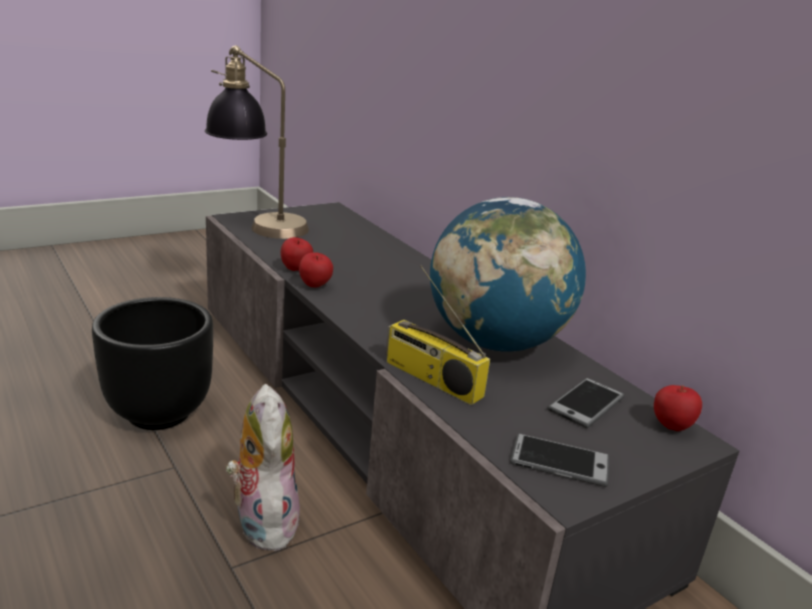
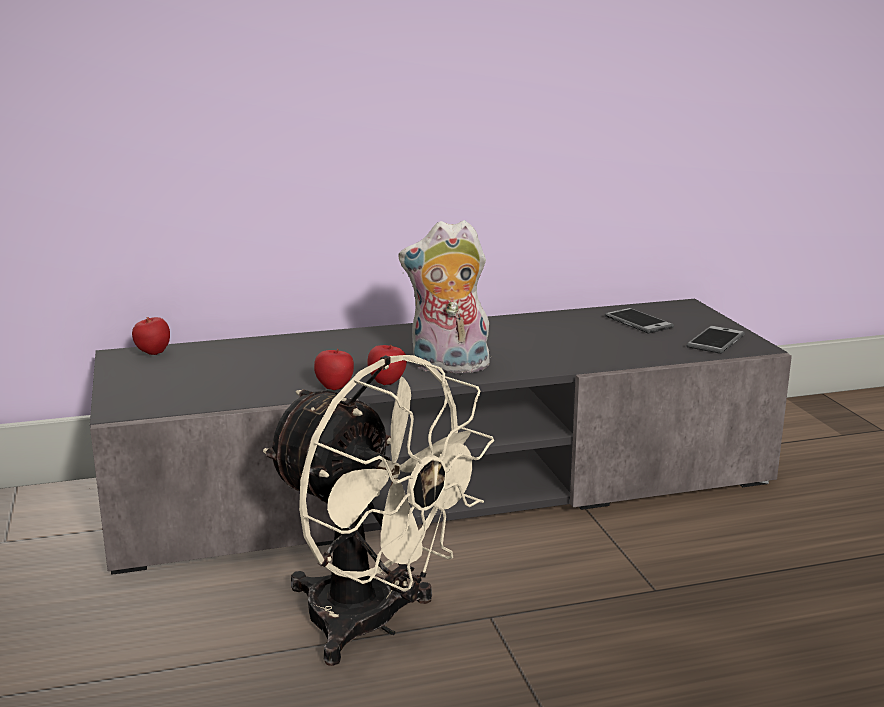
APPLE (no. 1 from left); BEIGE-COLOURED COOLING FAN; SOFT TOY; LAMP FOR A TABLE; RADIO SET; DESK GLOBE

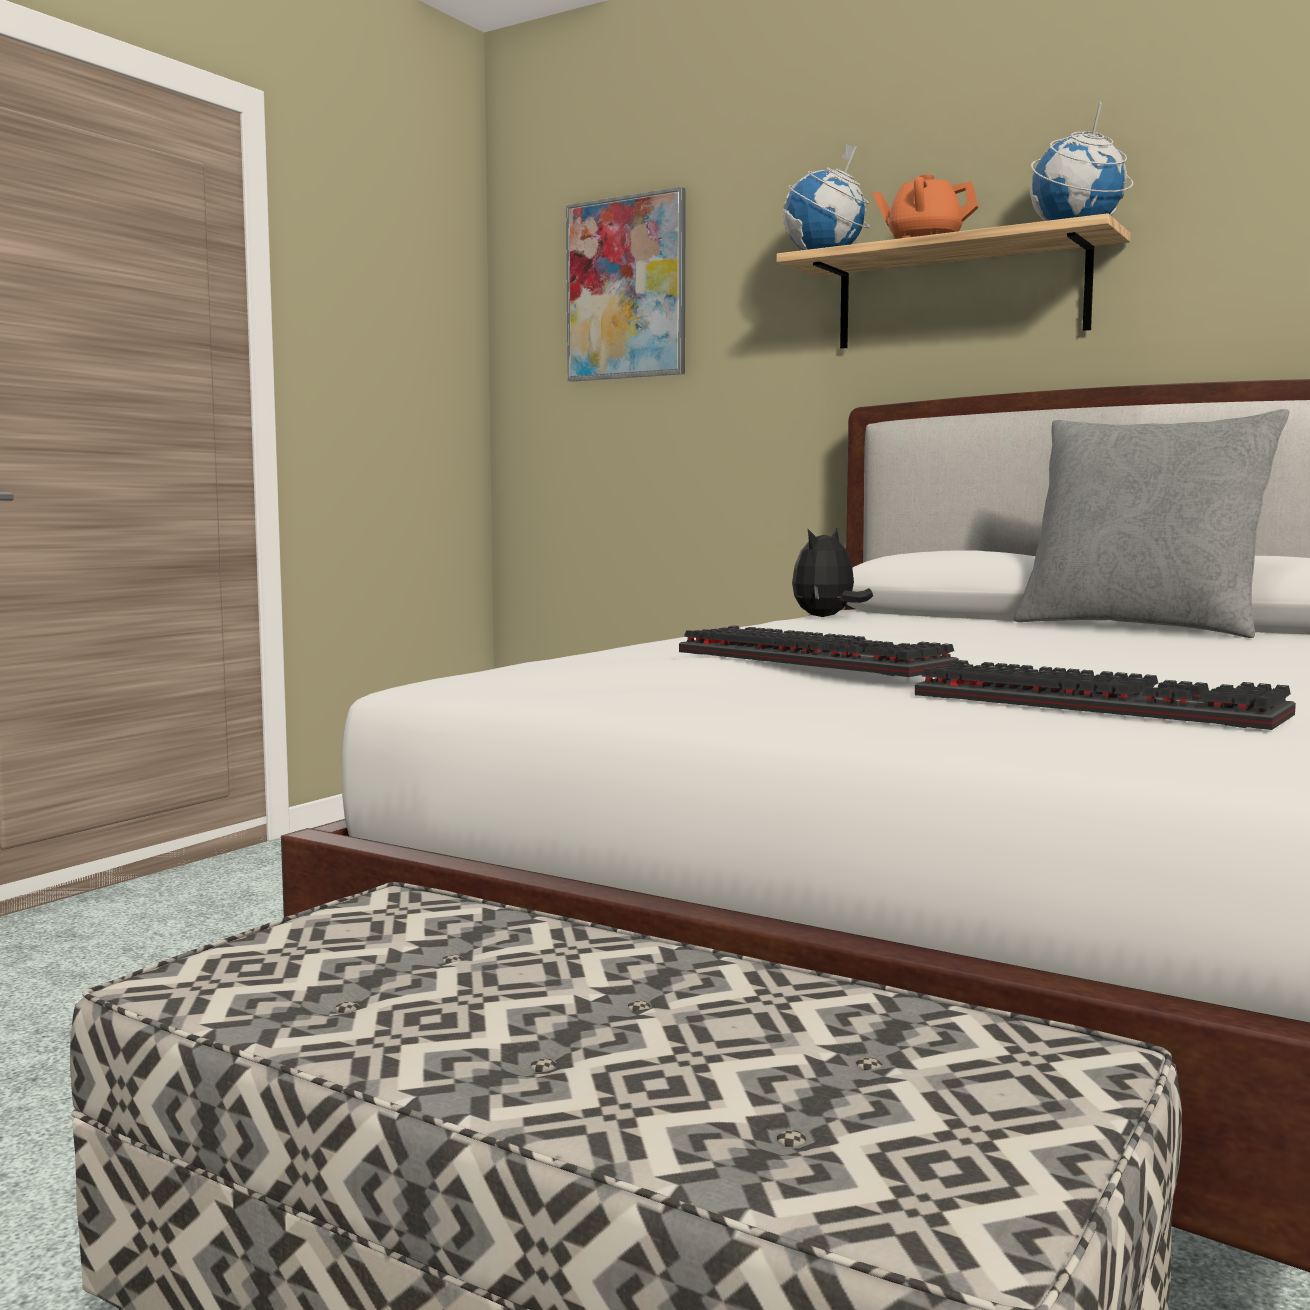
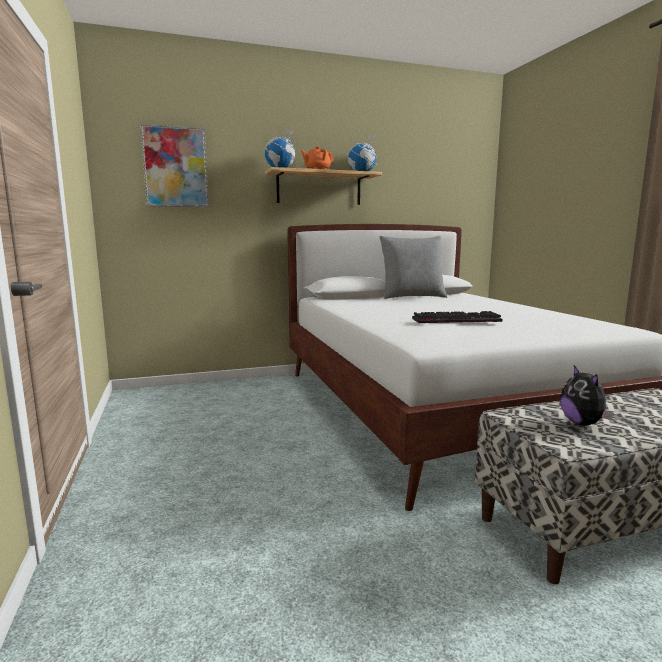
SOFT TOY; COMPUTER KEYBOARD (no. 2 from left in the first image)

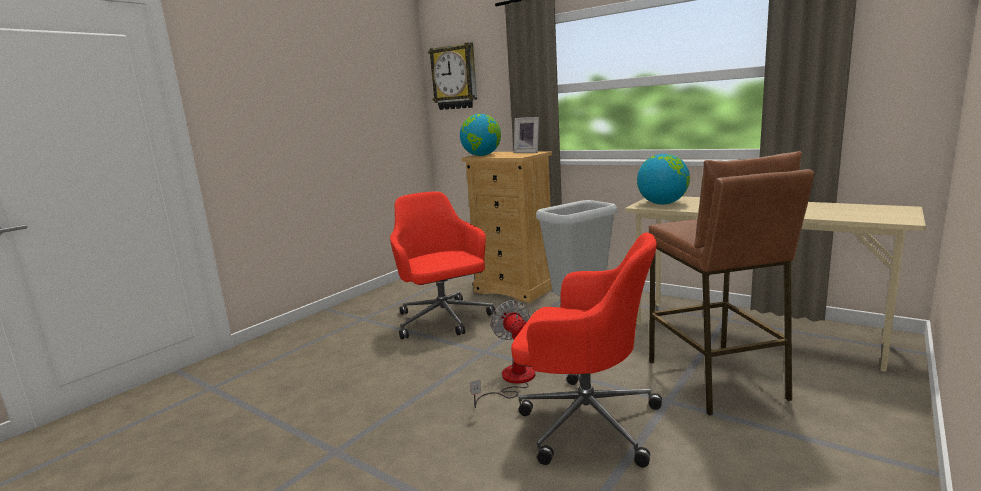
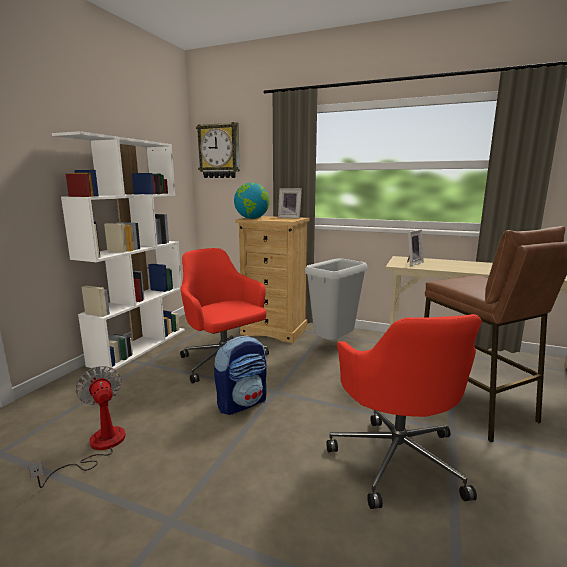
COOLING FAN; WHITE SHELVING UNIT; BACKPACK; REDDISH DESK CHAIR (no. 2 from left); PHOTO FRAME (no. 2 from left)

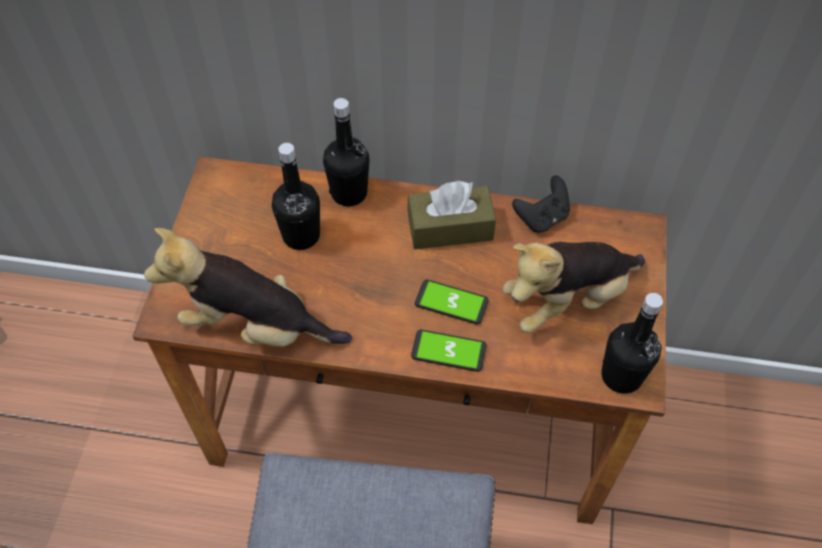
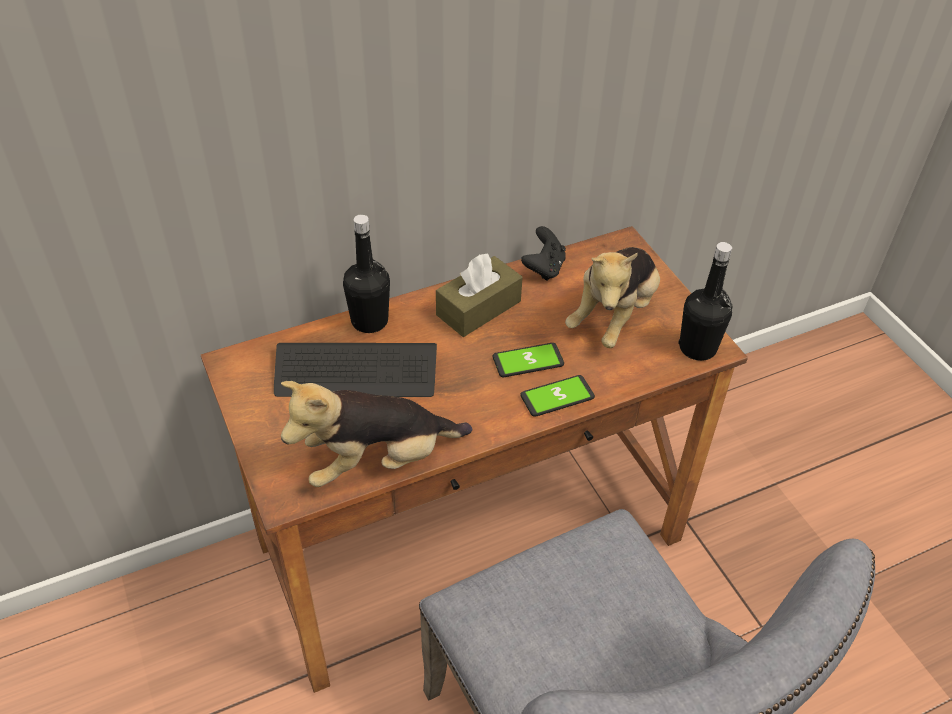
COMPUTER KEYBOARD

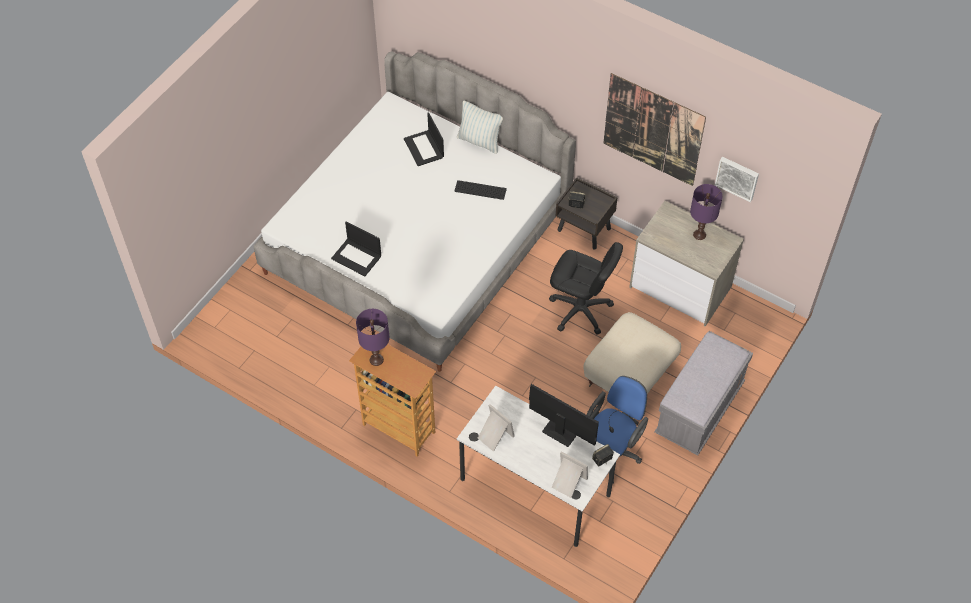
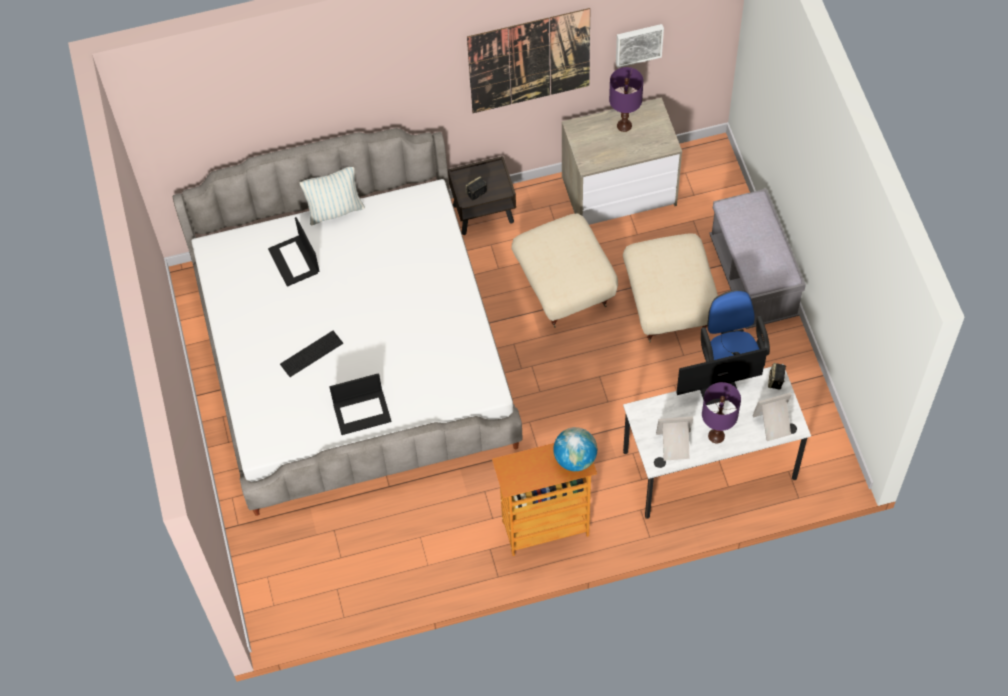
PORTABLE COMPUTER (no. 1 from left); COMPUTER KEYBOARD; BEIGE-COLOURED FOOTREST (no. 1 from left); DESK GLOBE; PURPLE-COLOURED LAMP FOR A TABLE (no. 2 from left)

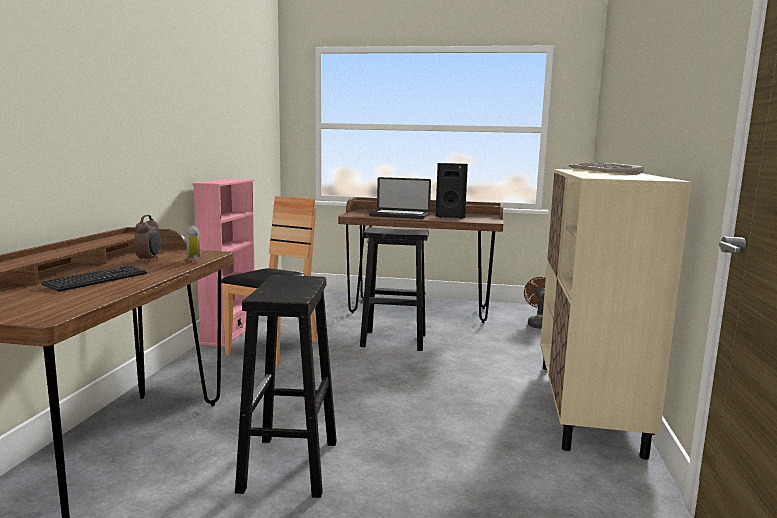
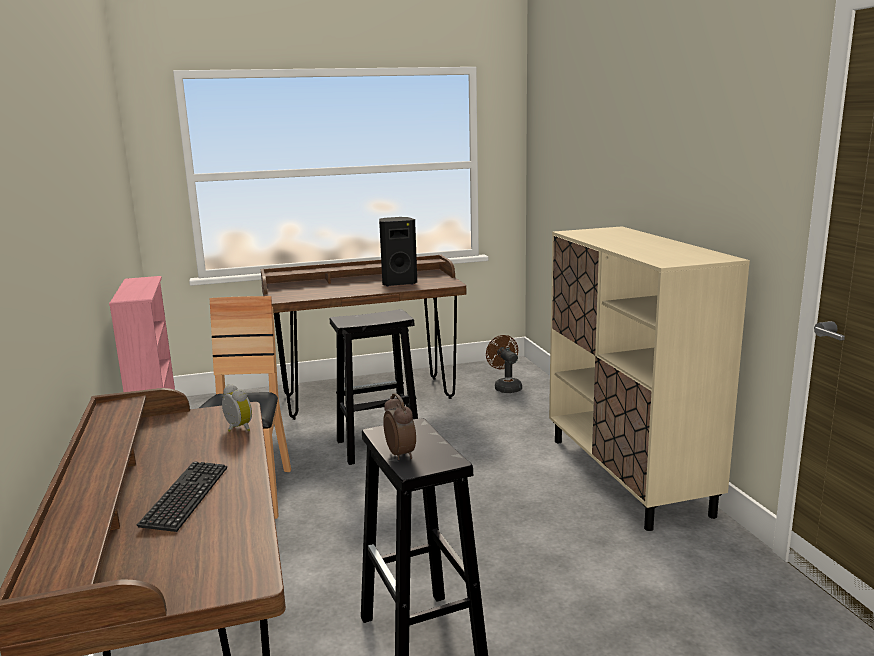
BEDSIDE CLOCK (no. 2 from left); PORTABLE COMPUTER; COMPUTER KEYBOARD (no. 2 from left in the first image)

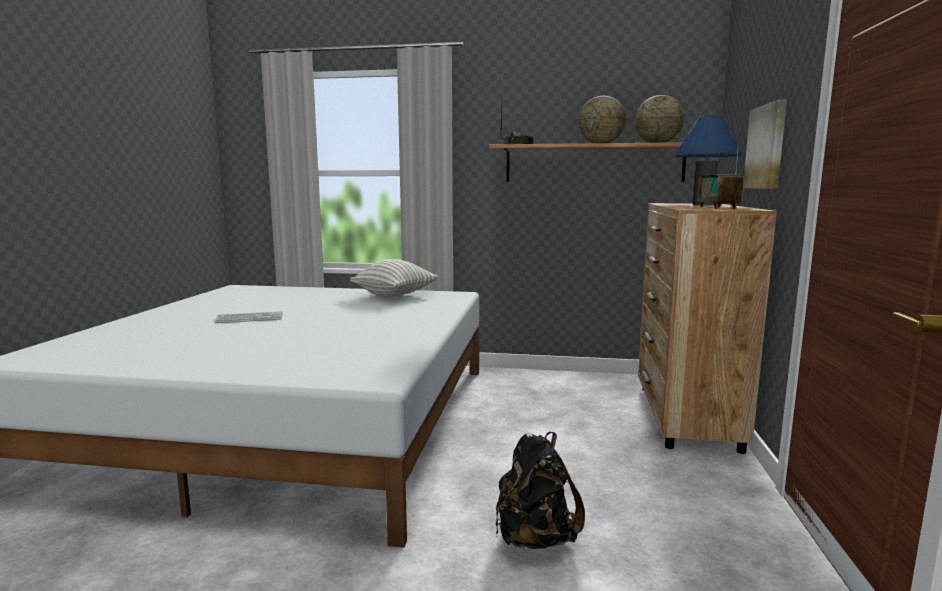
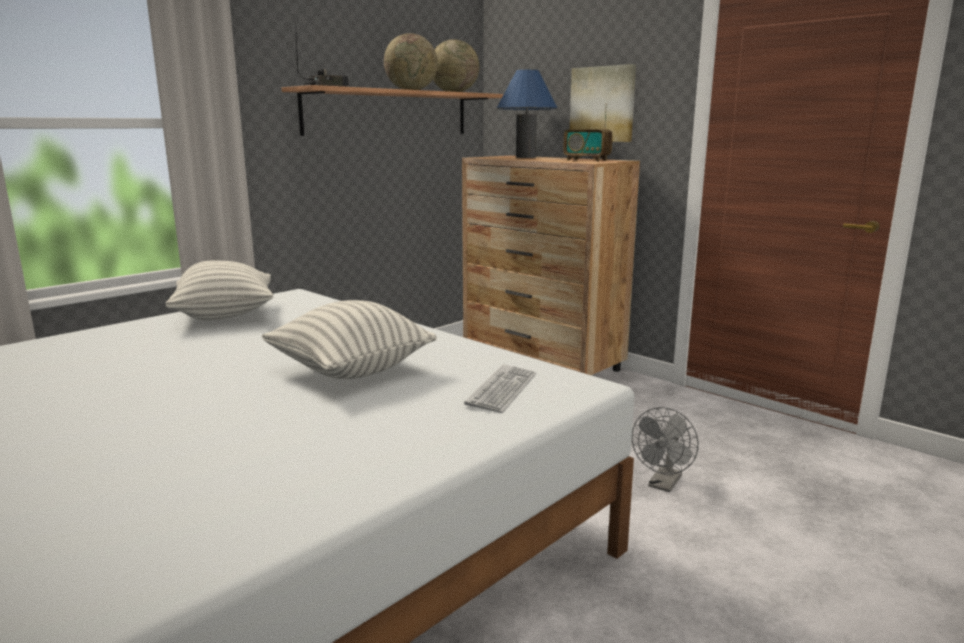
CUSHION (no. 2 from left); COMPUTER KEYBOARD; GREYISH COOLING FAN

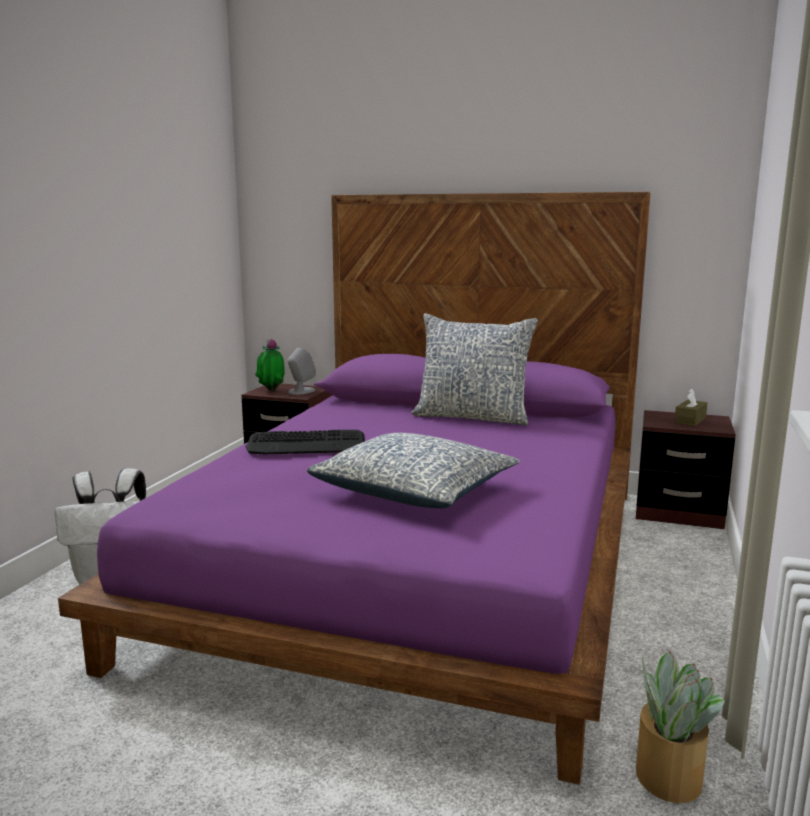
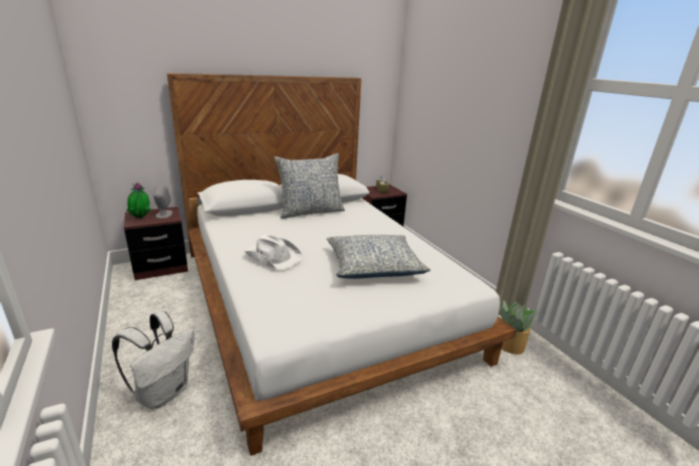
WHITE BEDROOM BED; WHITE CLOTHING HAT

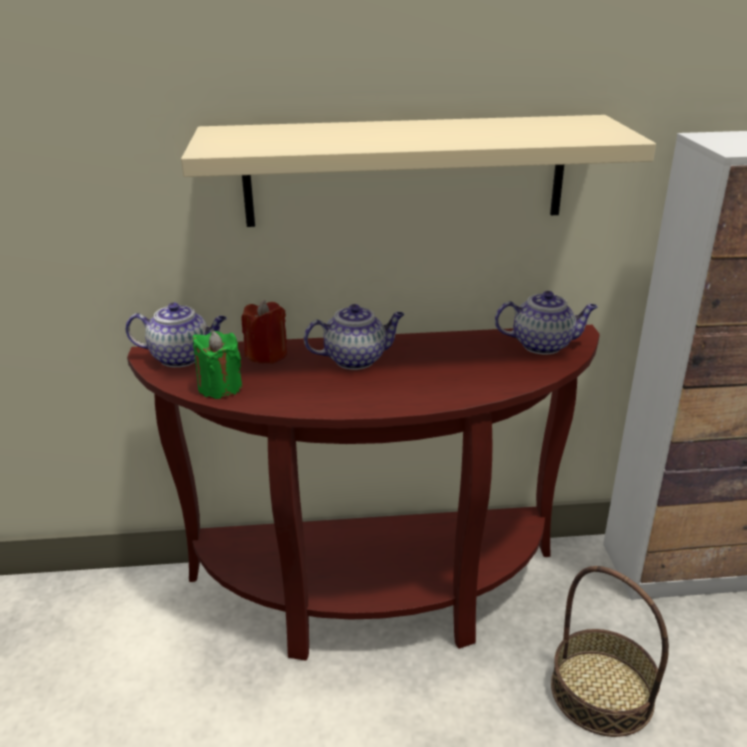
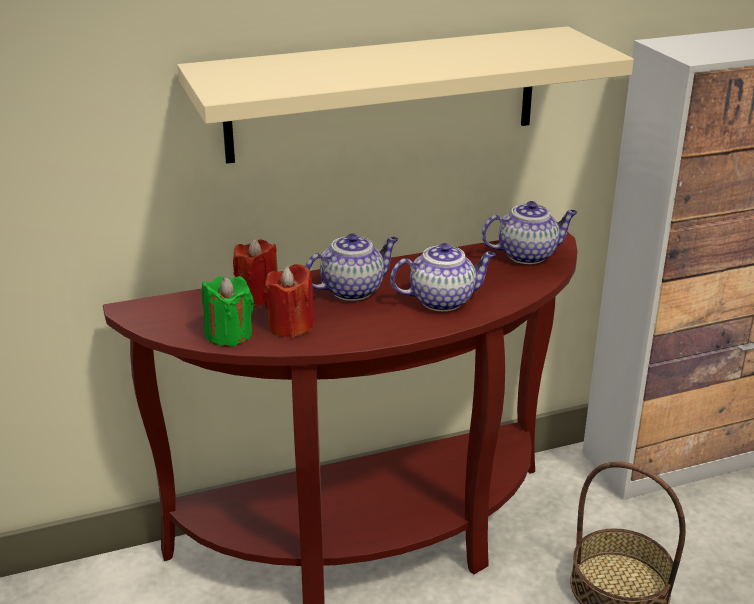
REDDISH WAX LIGHT (no. 2 from left); POT FOR TEA (no. 2 from left)

